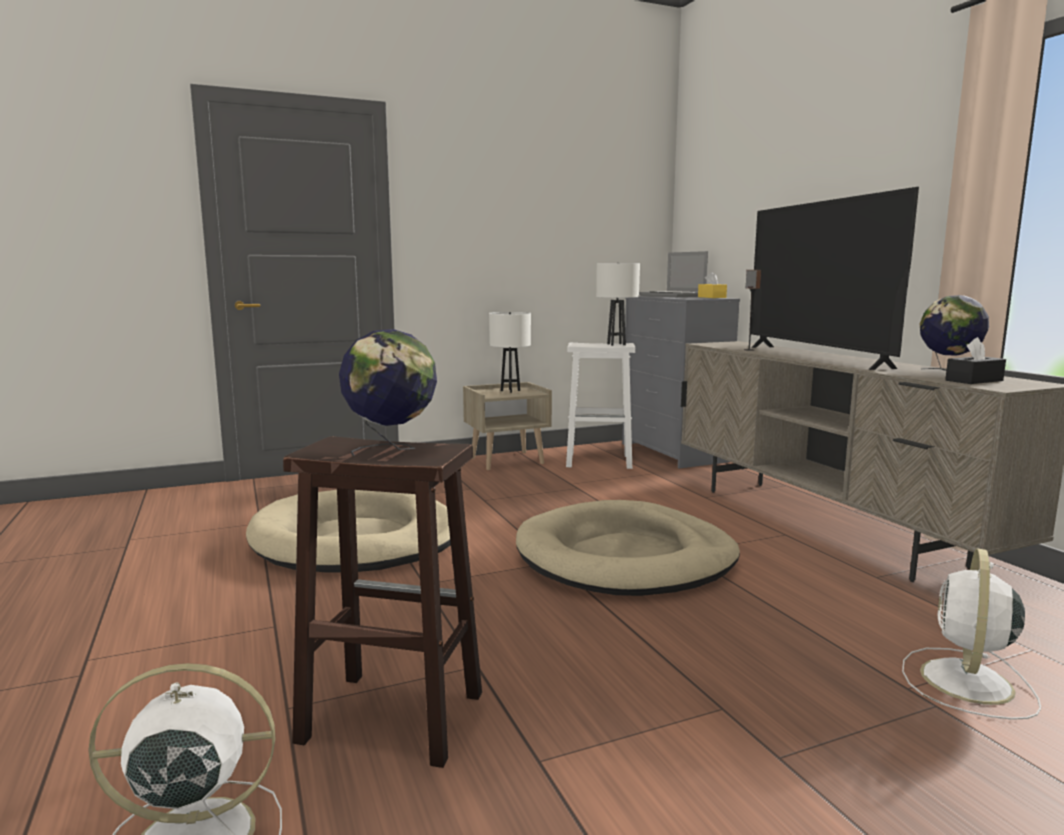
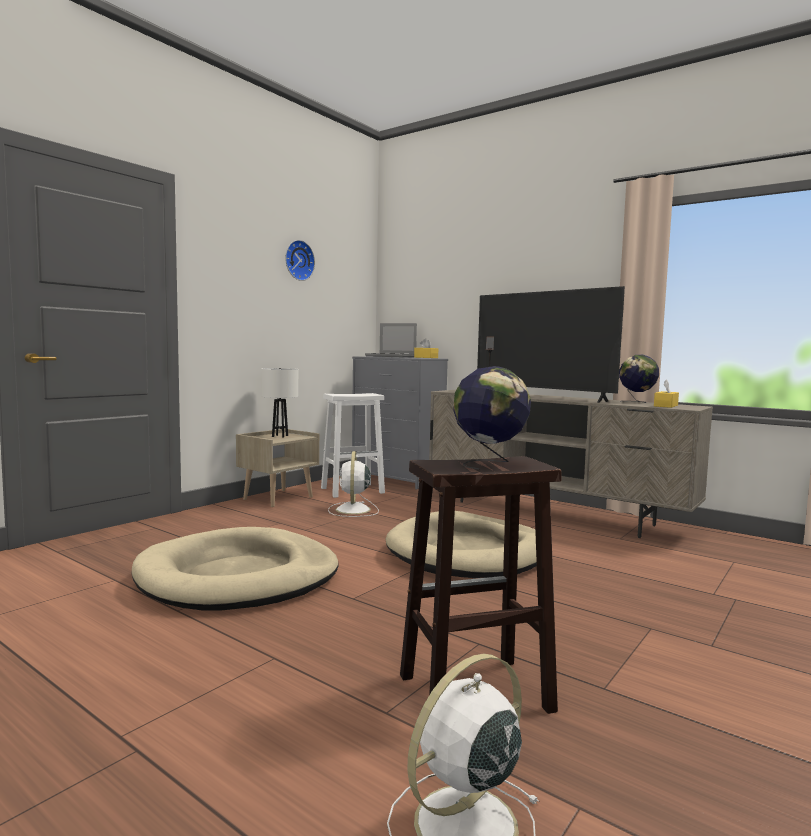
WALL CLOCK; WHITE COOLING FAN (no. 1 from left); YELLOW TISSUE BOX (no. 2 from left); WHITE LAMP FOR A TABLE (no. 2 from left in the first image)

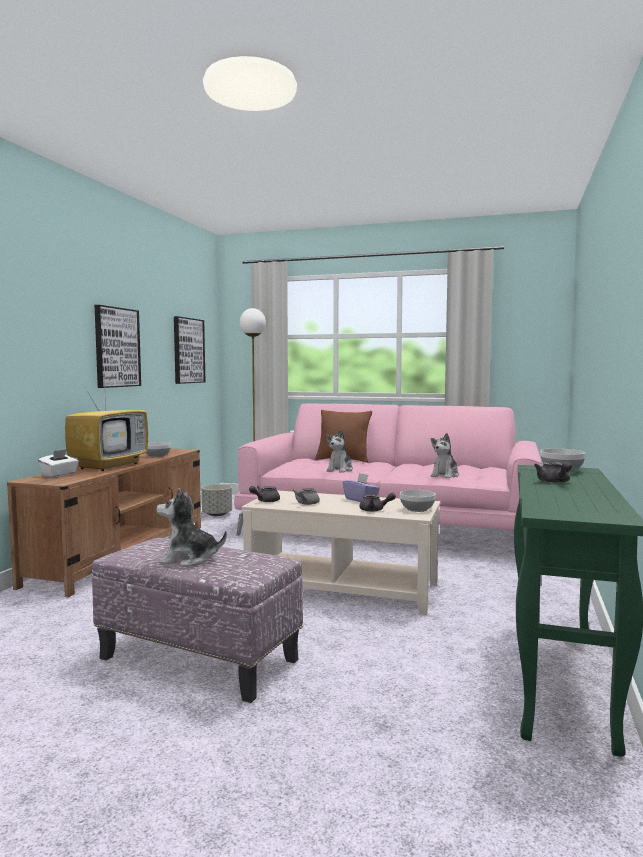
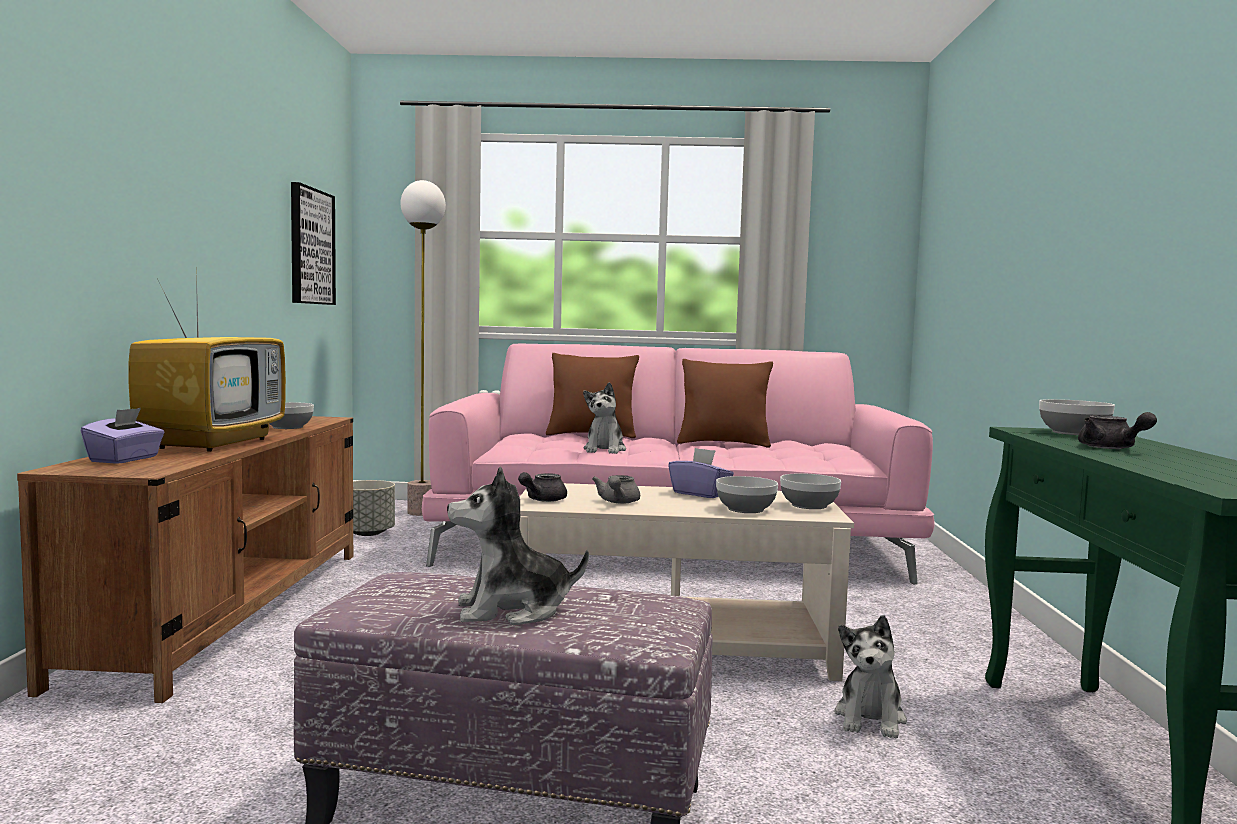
PURPLE-COLOURED TISSUE BOX (no. 1 from left); BROWNISH CUSHION (no. 2 from left); BOWL (no. 2 from left); SOFT TOY (no. 3 from left); PICTURE (no. 1 from left in the first image)

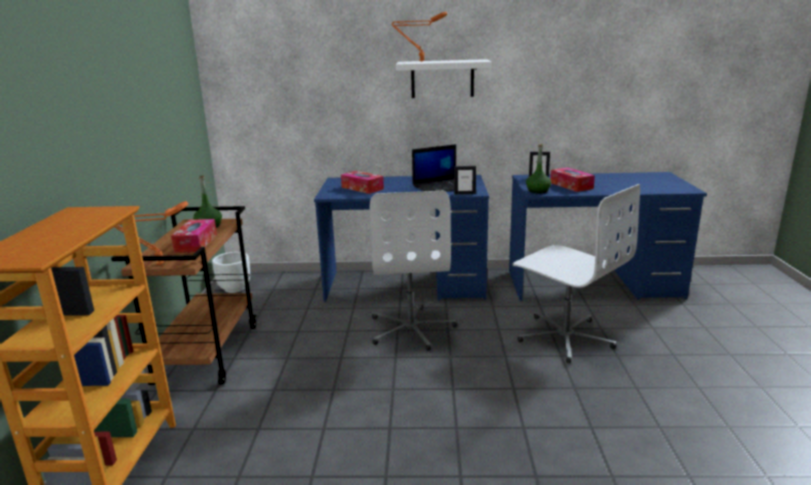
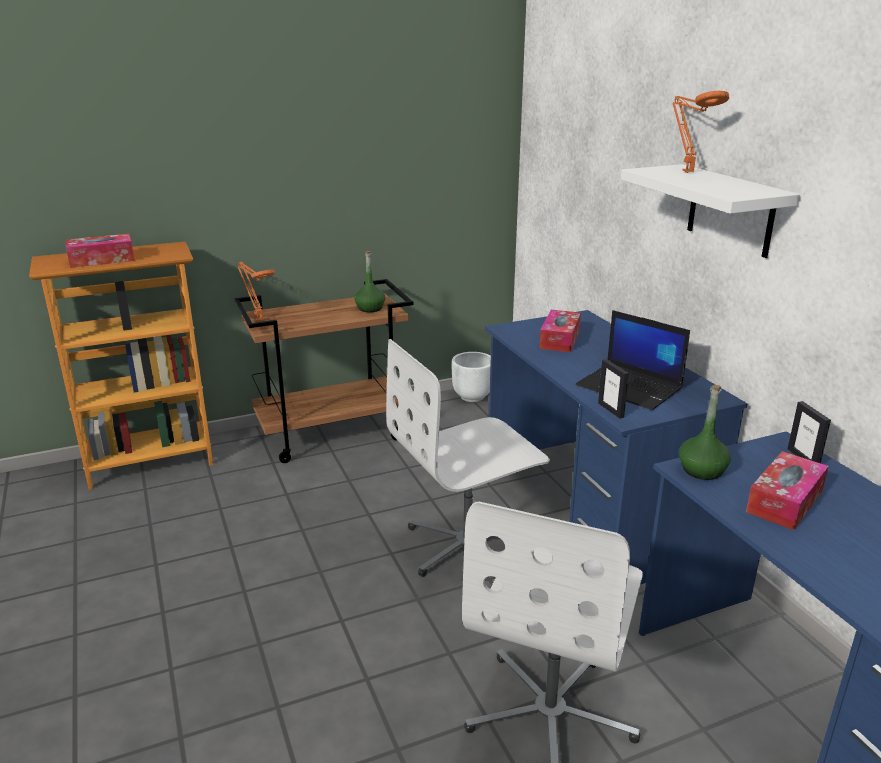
TISSUE BOX (no. 1 from left)

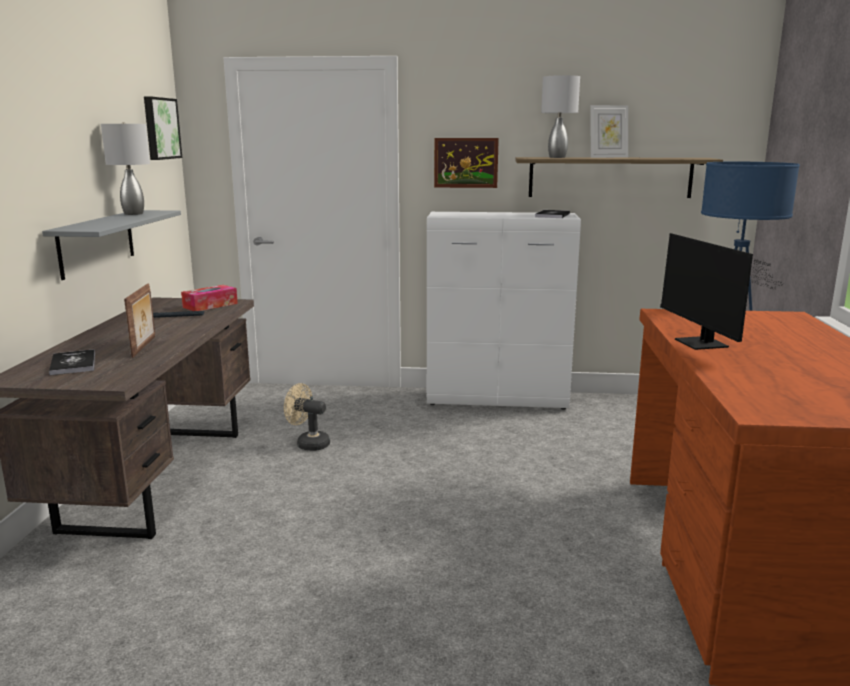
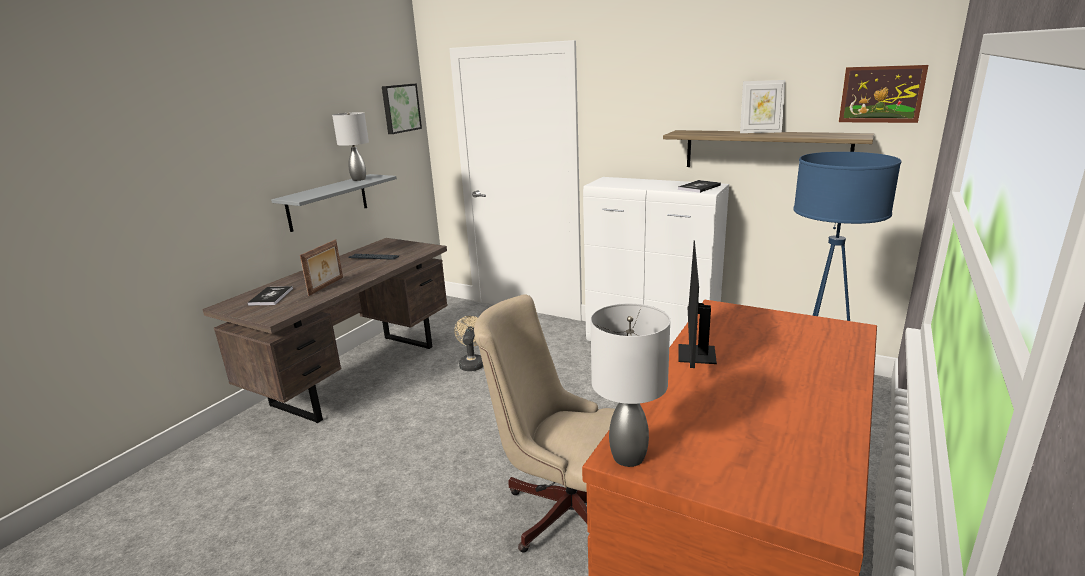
BEIGE-COLOURED COOLING FAN; BEIGE-COLOURED DESK CHAIR; GREYISH LAMP FOR A TABLE (no. 2 from left); PICTURE (no. 2 from left); TISSUE BOX

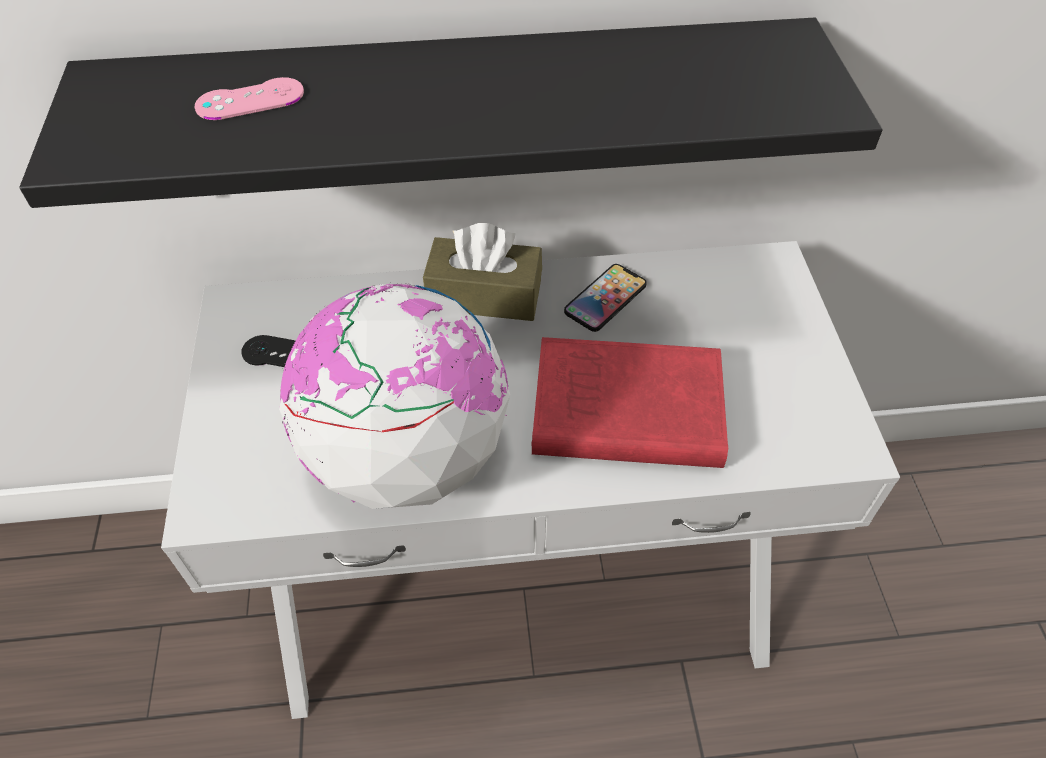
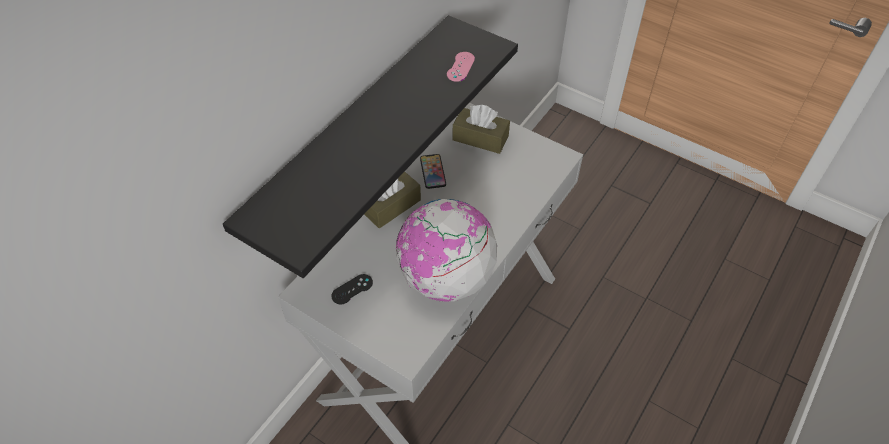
PINK-COLOURED GAMEPAD; BROWNISH TISSUE BOX (no. 2 from left); REDDISH BOOK

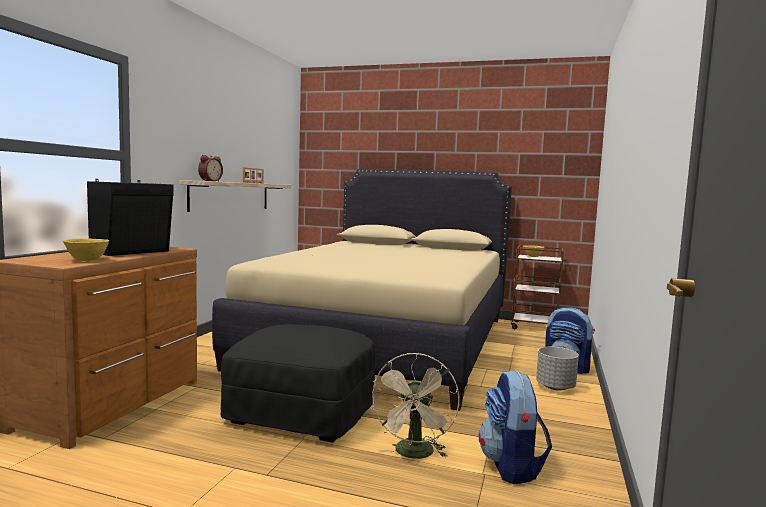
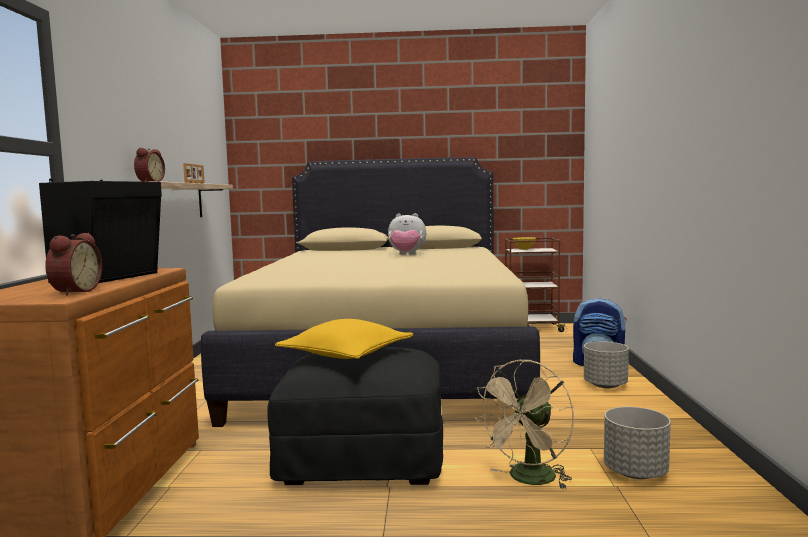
BEDSIDE CLOCK (no. 1 from left); YELLOW CUSHION; SOFT TOY; BEIGE-COLOURED COOLING FAN; GREYISH FLOWER POT (no. 2 from left)

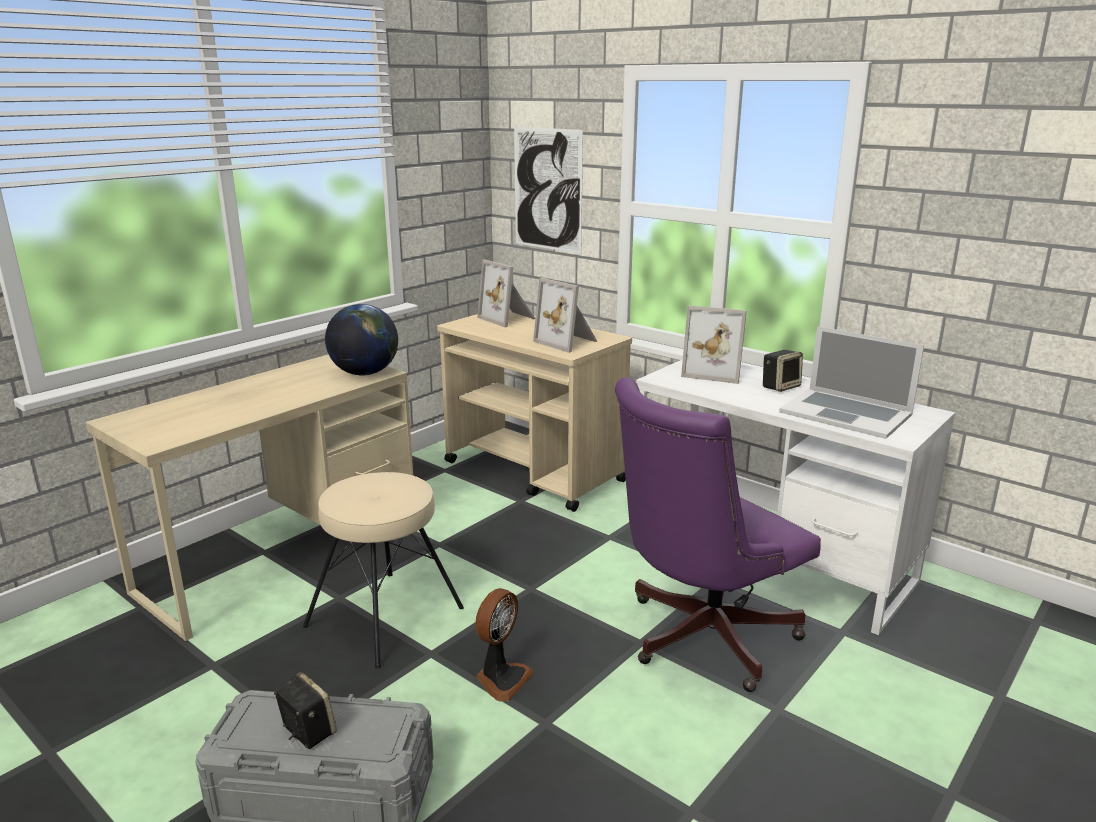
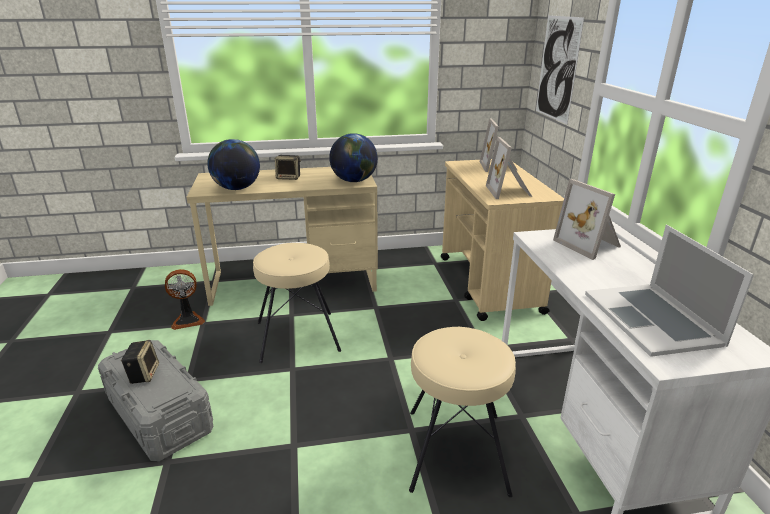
COOLING FAN; DESK GLOBE (no. 1 from left); LOUDSPEAKER (no. 2 from left); BEIGE-COLOURED STOOL (no. 2 from left)

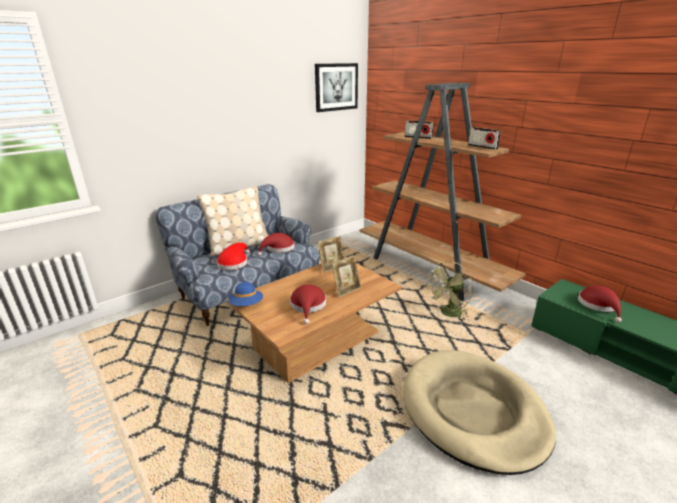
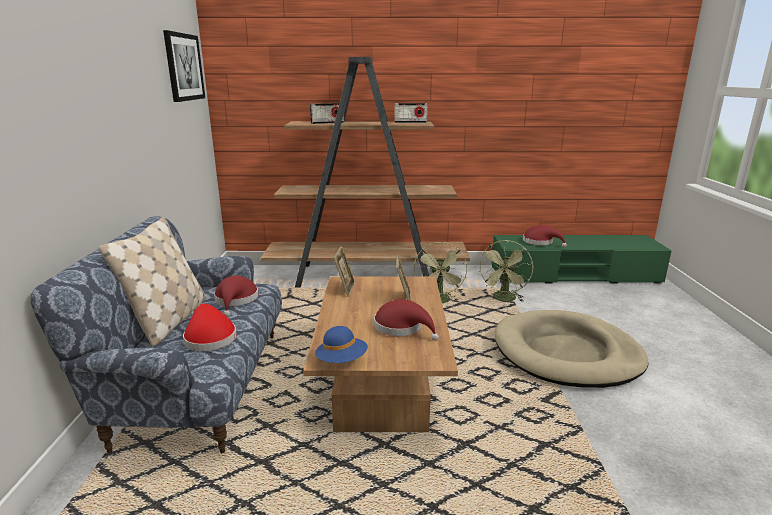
GREEN-COLOURED COOLING FAN (no. 2 from left)

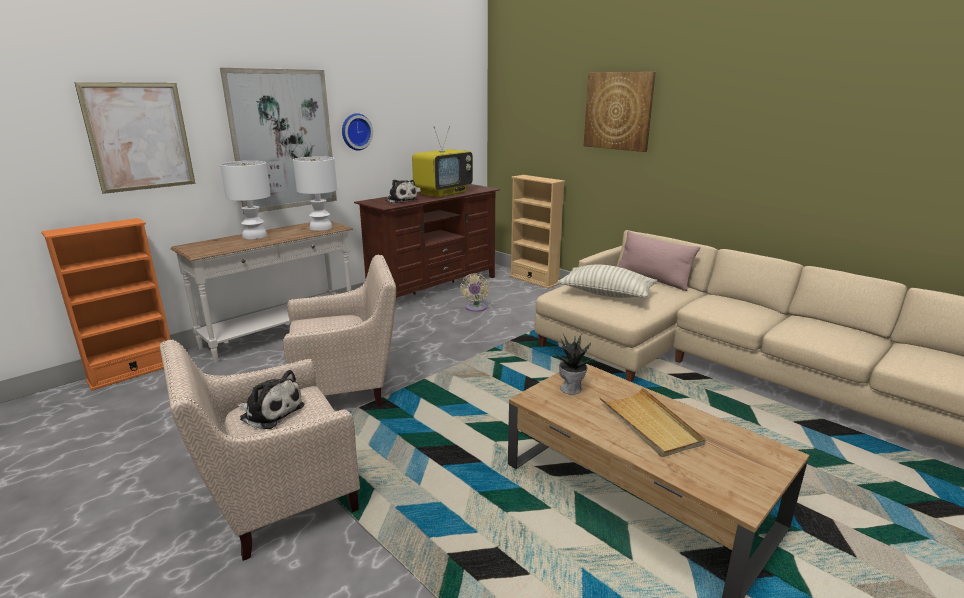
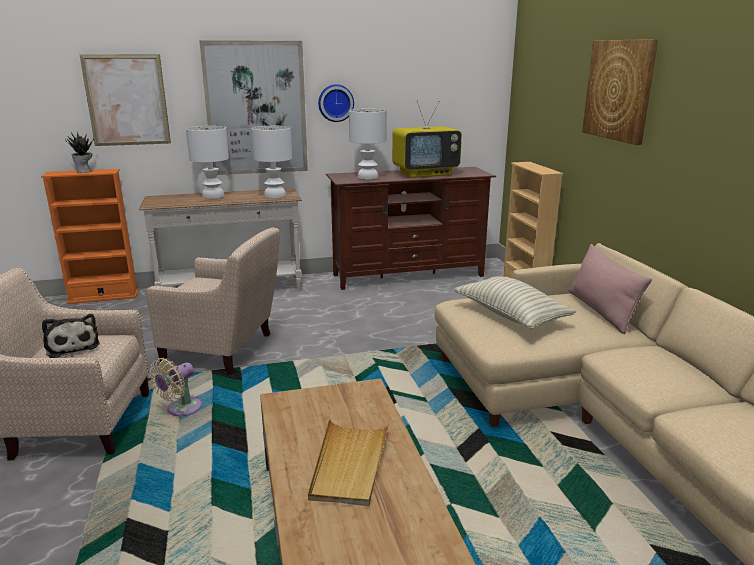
POTTED PLANT; BEIGE-COLOURED COOLING FAN; WHITE LAMP FOR A TABLE (no. 3 from left)

